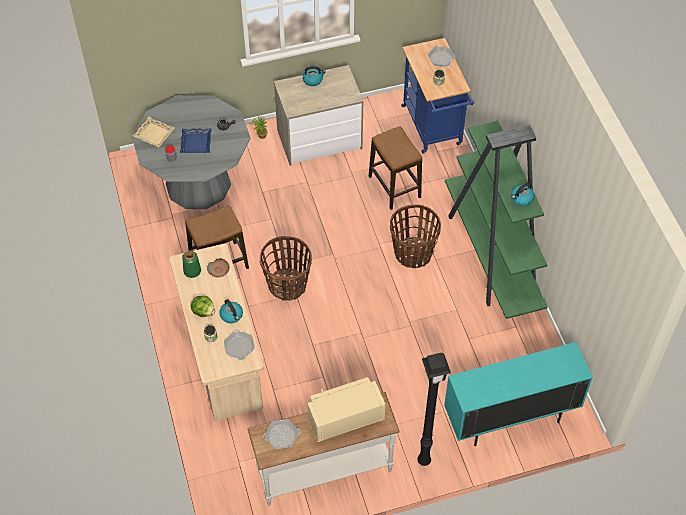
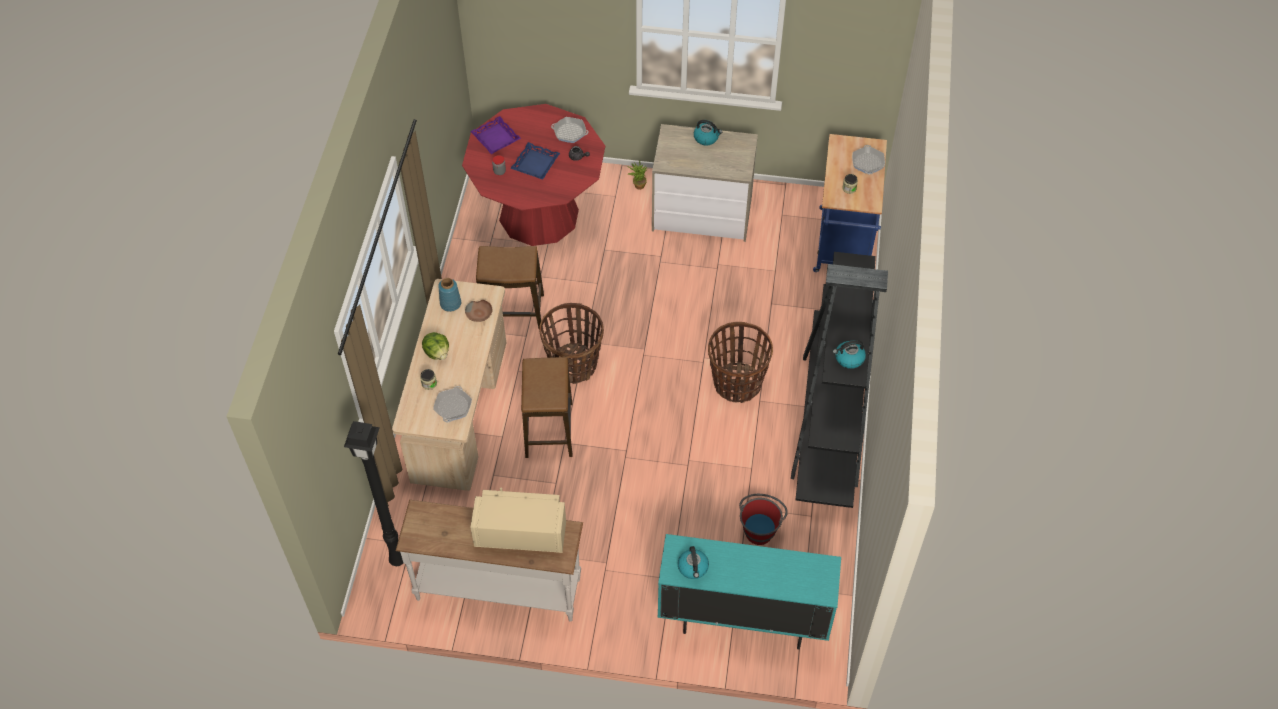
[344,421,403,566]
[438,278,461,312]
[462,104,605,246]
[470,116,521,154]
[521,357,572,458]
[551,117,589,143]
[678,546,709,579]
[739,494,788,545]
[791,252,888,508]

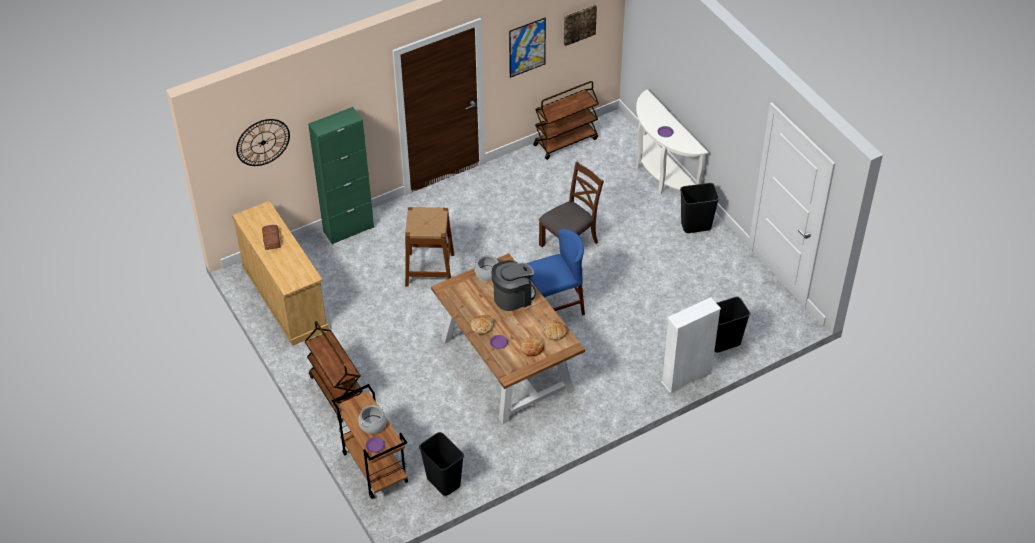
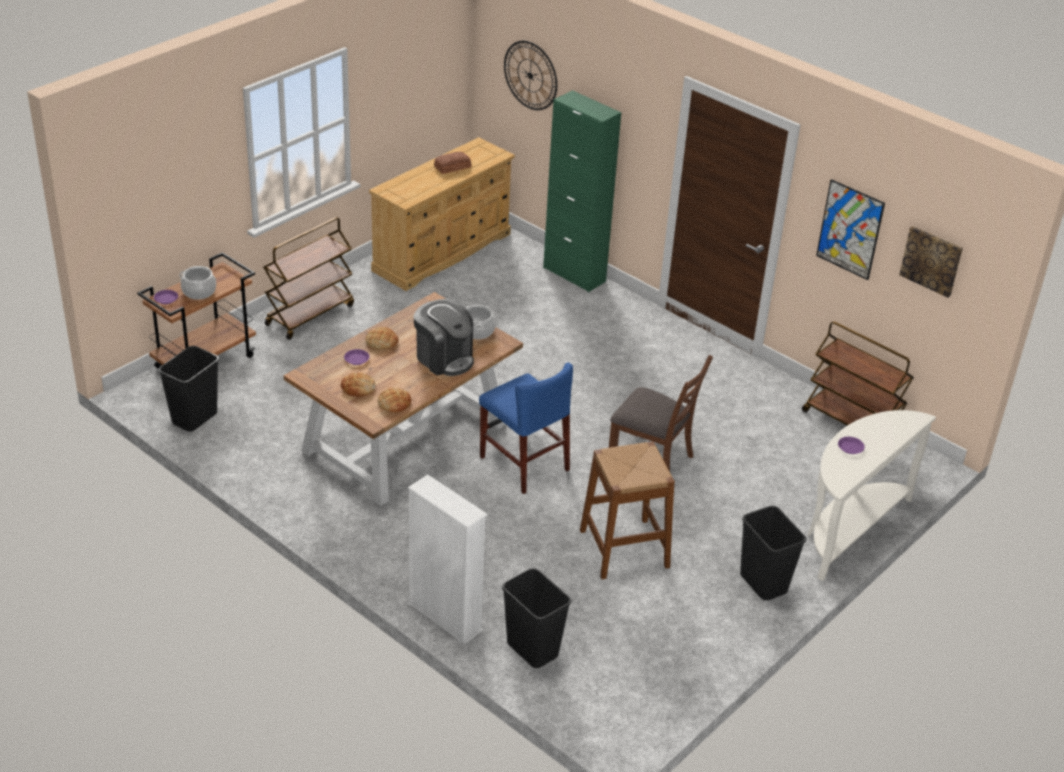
[580,442,675,579]

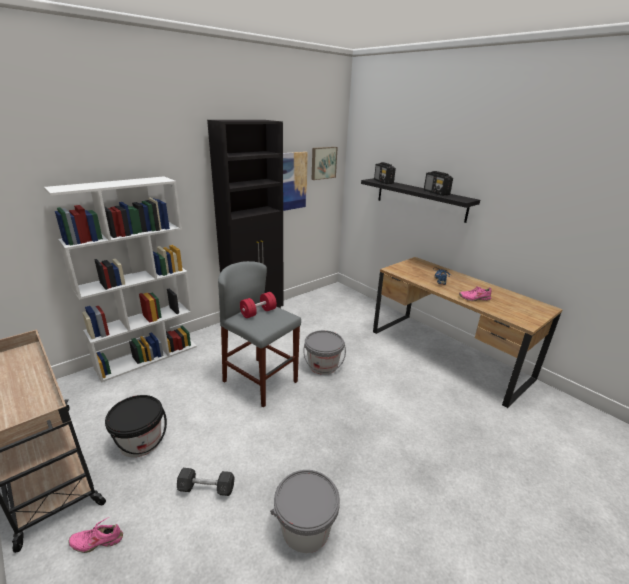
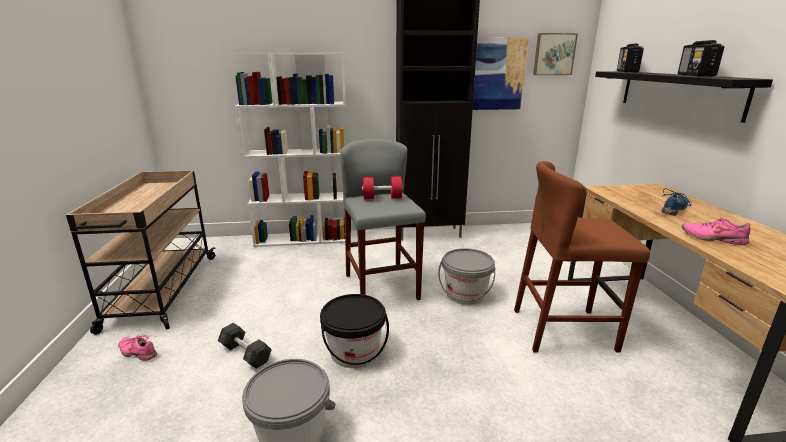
[320,294,389,368]
[514,161,650,353]

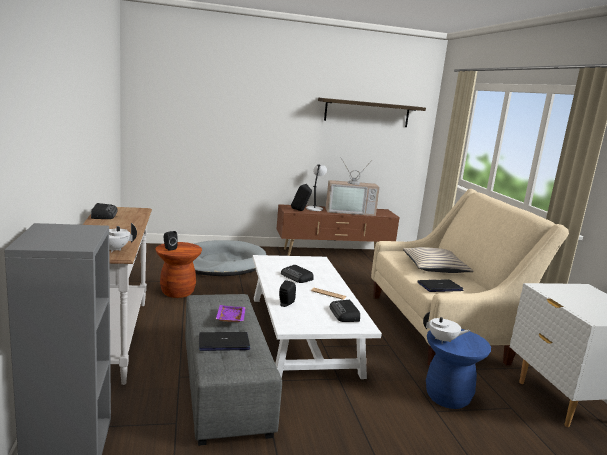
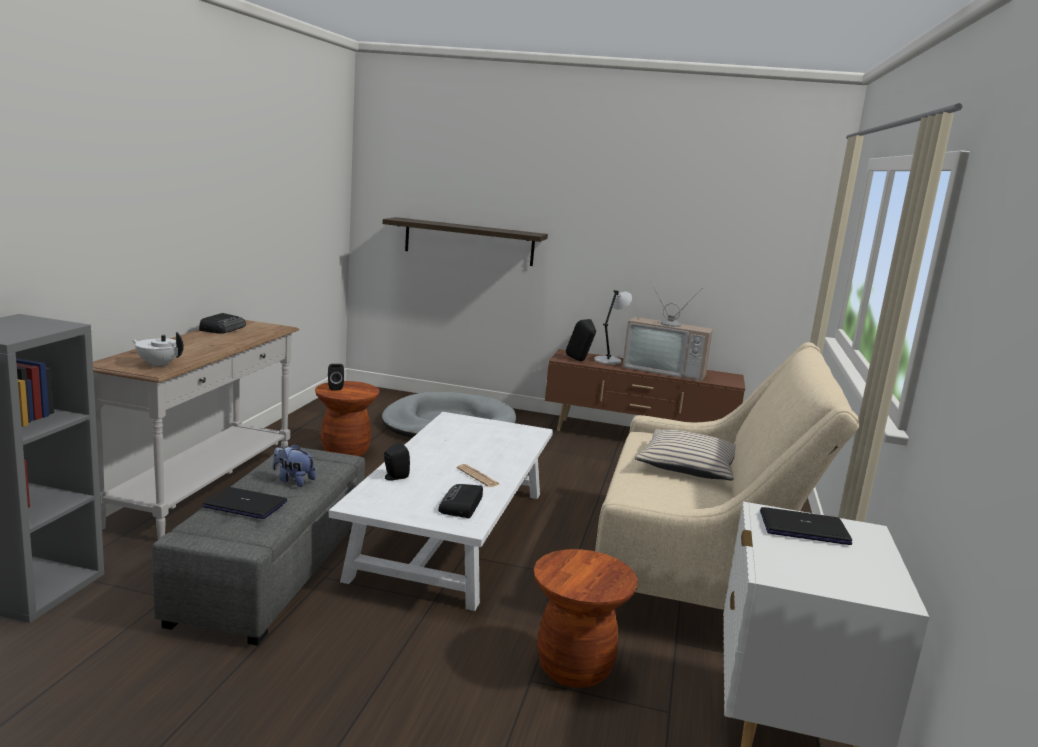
[273,443,316,487]
[383,217,548,266]
[534,549,638,688]
[760,507,852,545]
[281,265,314,283] (first image)
[423,312,471,343] (first image)

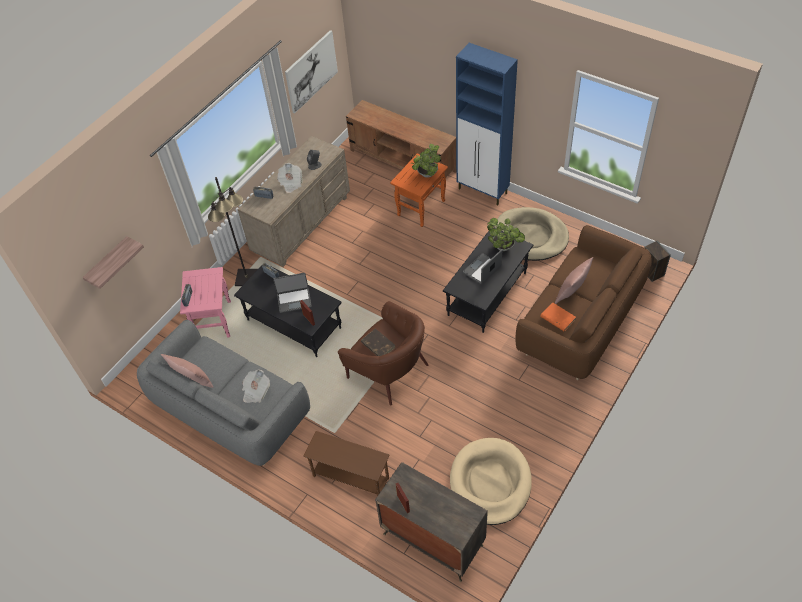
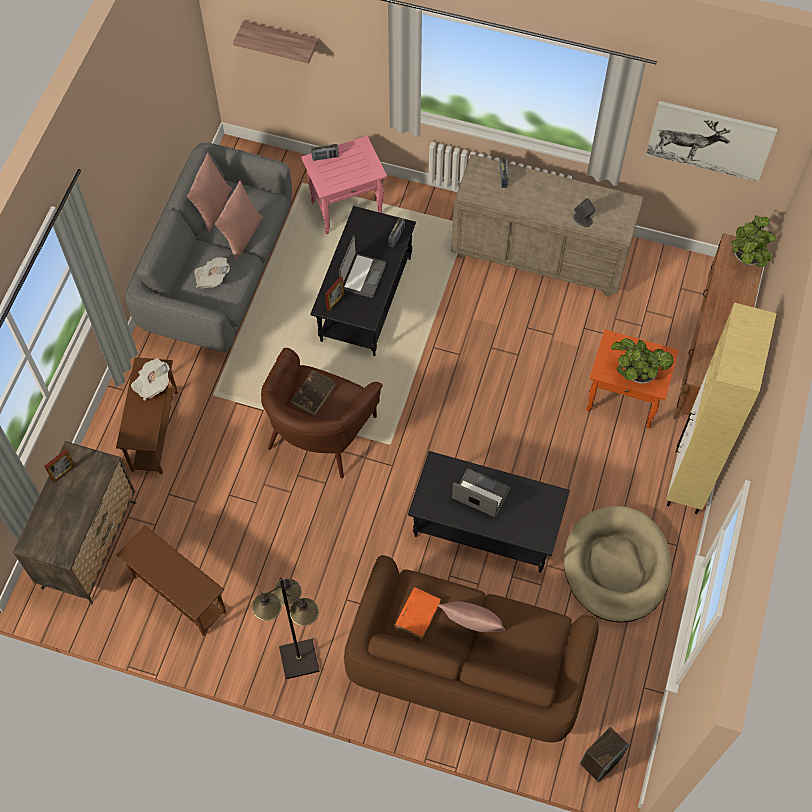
[116,526,226,636]
[131,358,170,401]
[215,181,263,260]
[252,578,320,679]
[339,235,387,298]
[666,303,777,514]
[732,215,776,267]

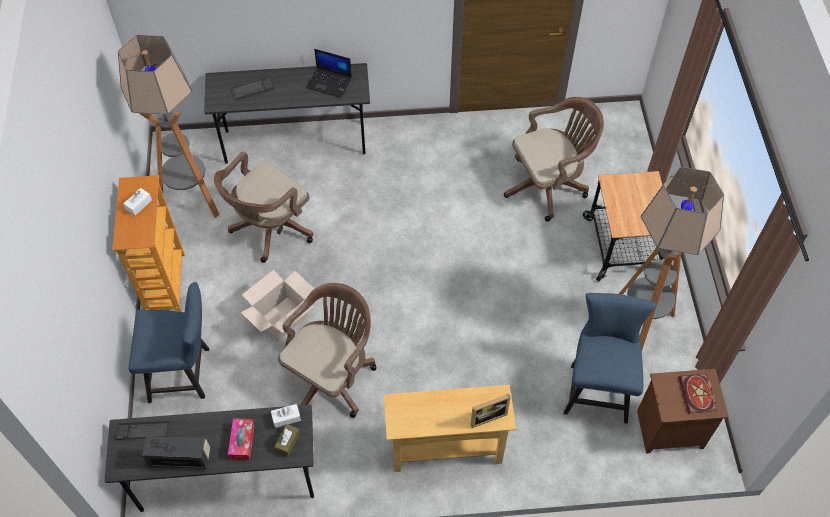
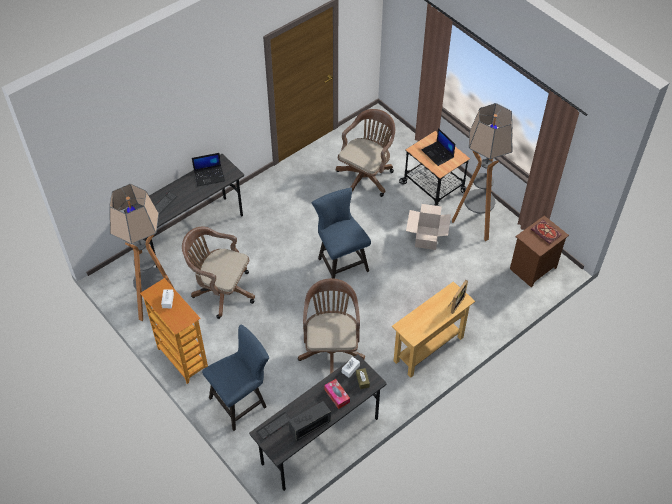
[182,226,255,319]
[312,188,371,278]
[406,204,451,250]
[422,128,455,166]

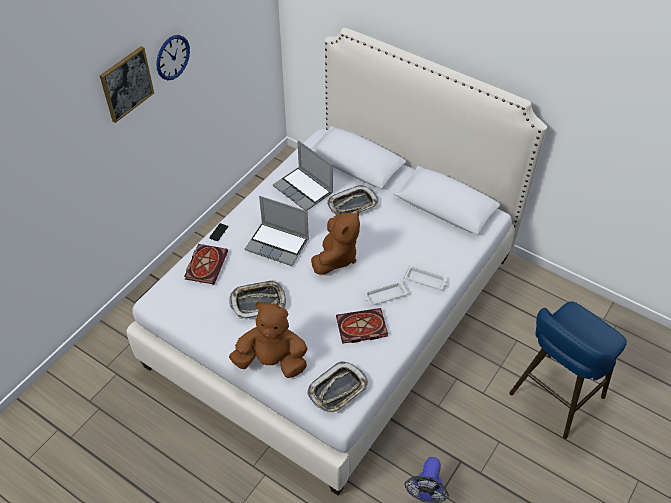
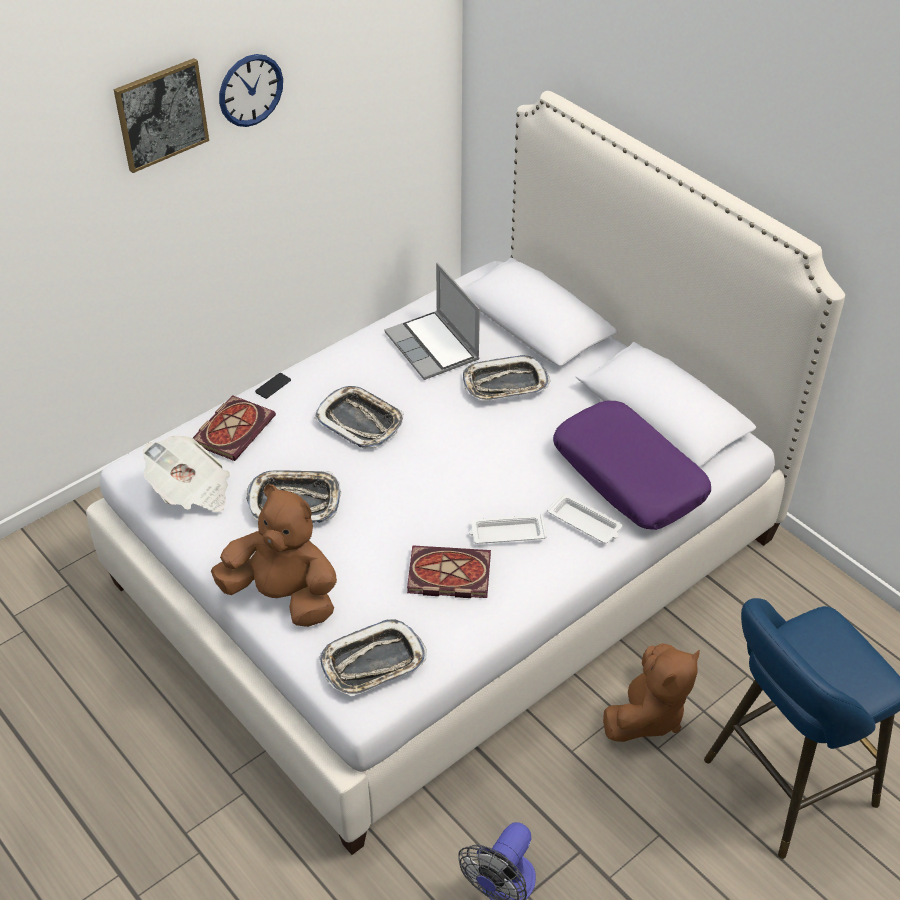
[143,436,230,512]
[314,386,404,449]
[553,401,711,530]
[603,643,700,742]

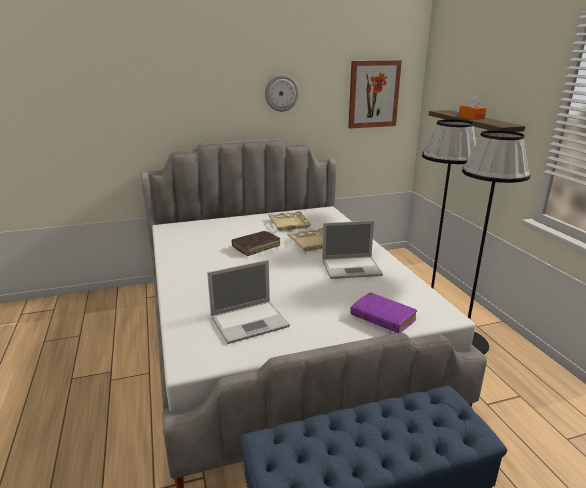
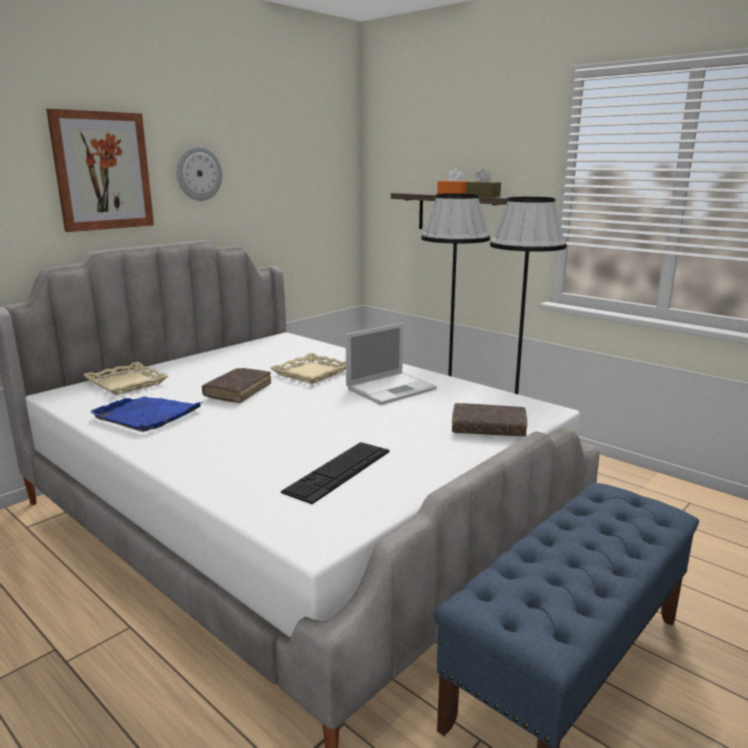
[46,109,154,232]
[83,362,168,395]
[91,396,203,432]
[281,442,389,504]
[452,403,527,437]
[466,168,501,197]

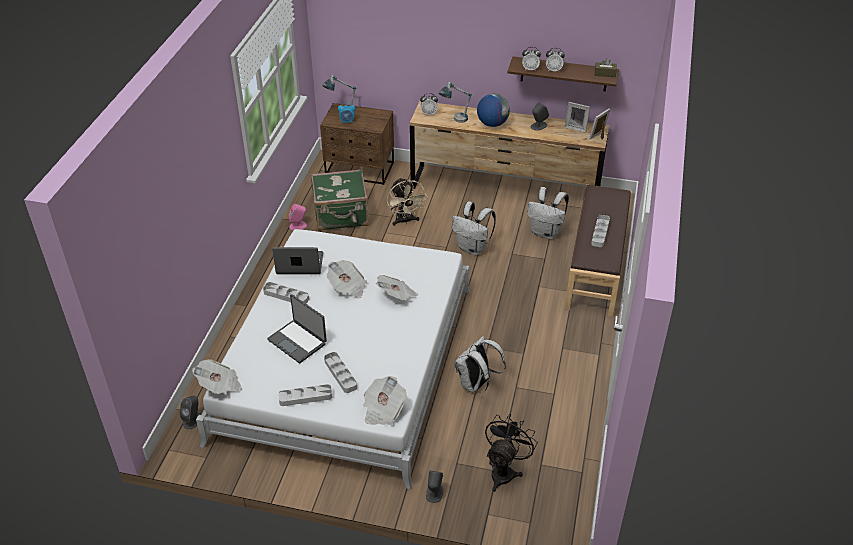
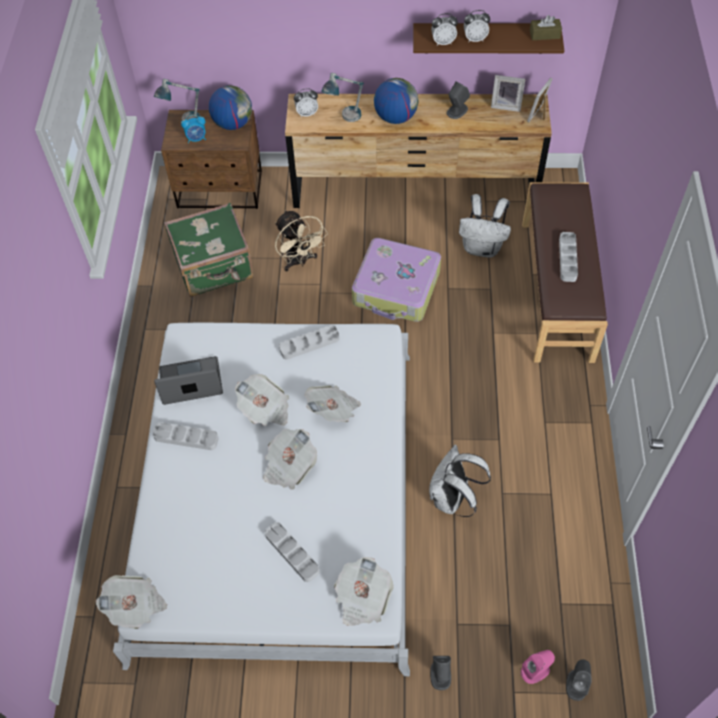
[209,85,252,130]
[263,429,317,490]
[279,325,339,360]
[352,238,441,322]
[521,650,555,684]
[566,659,592,701]
[267,294,327,363] (first image)
[485,414,538,492] (first image)

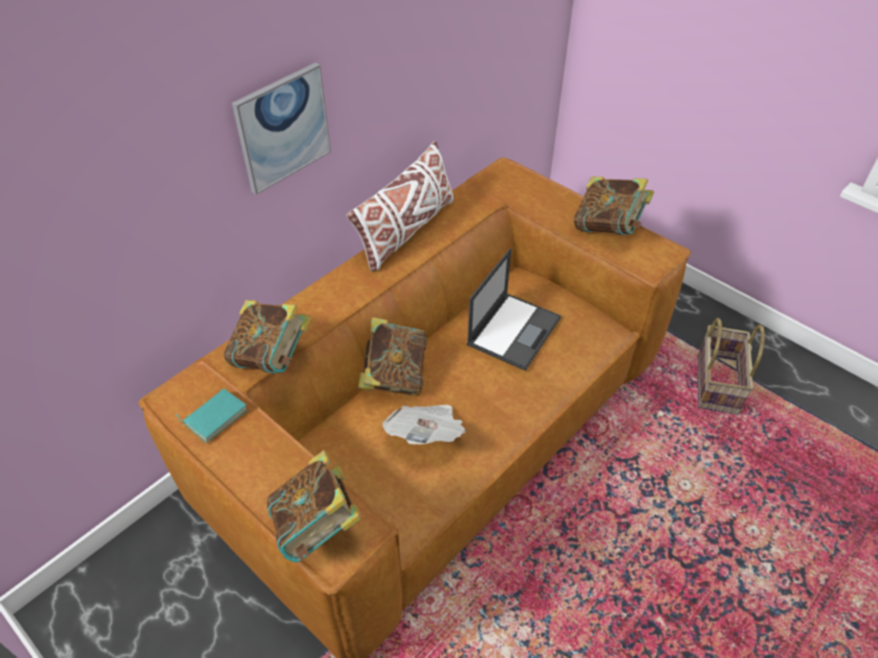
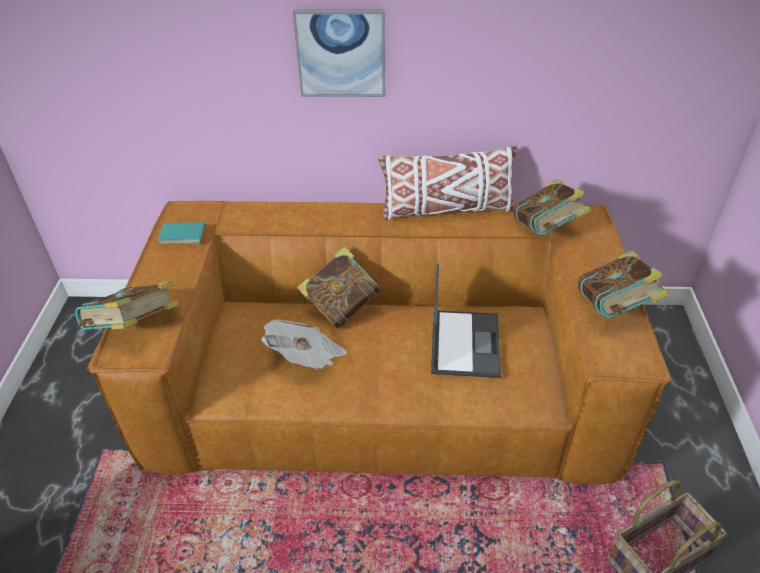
[431,264,501,378]
[513,179,591,235]

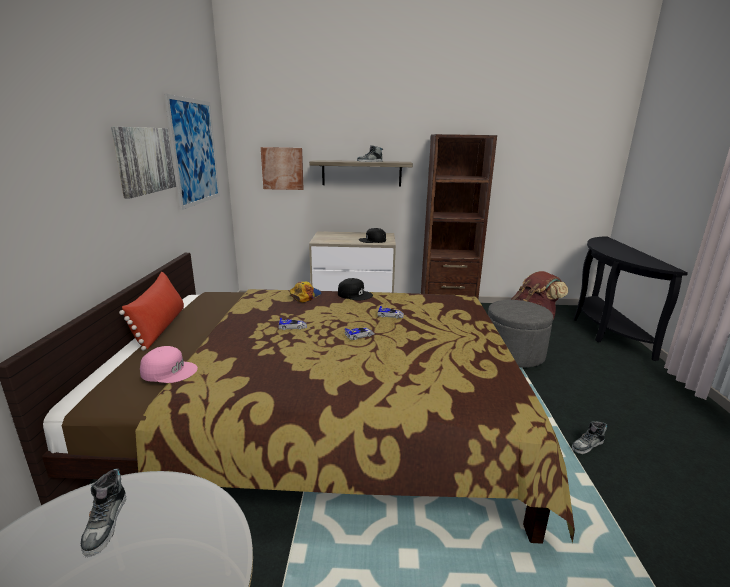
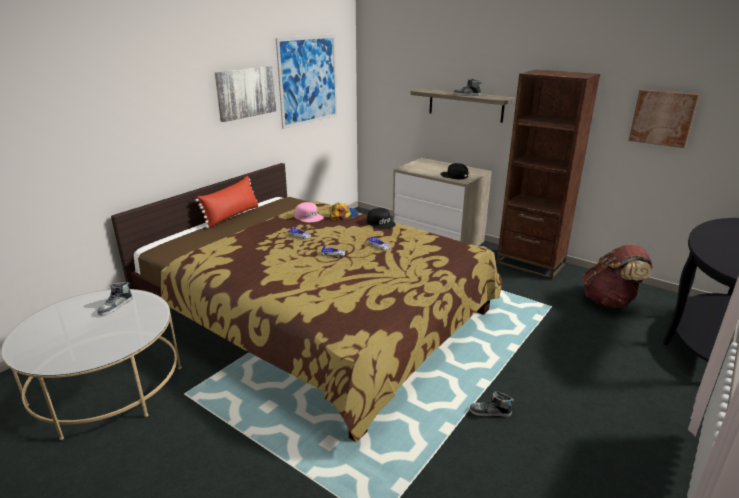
[294,202,324,223]
[629,89,699,148]
[488,300,553,368] (first image)

